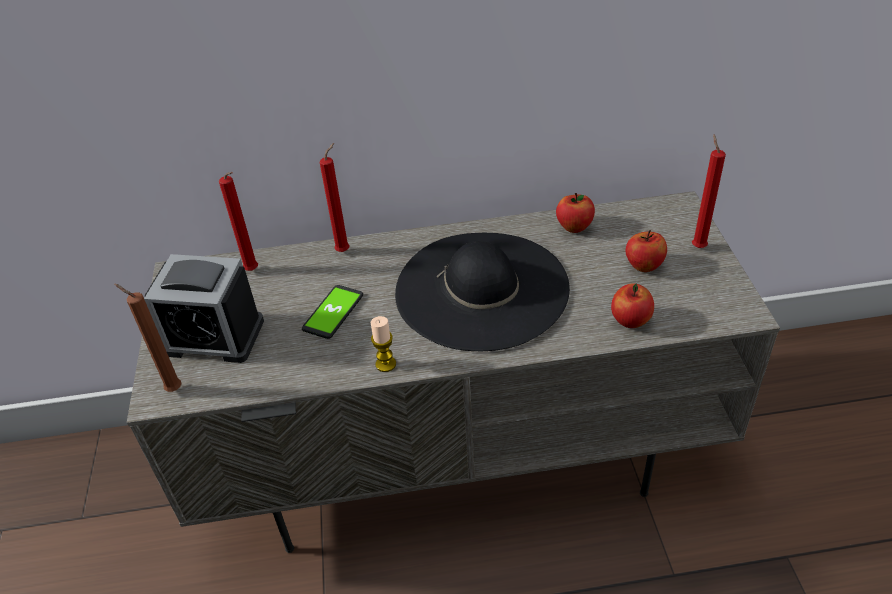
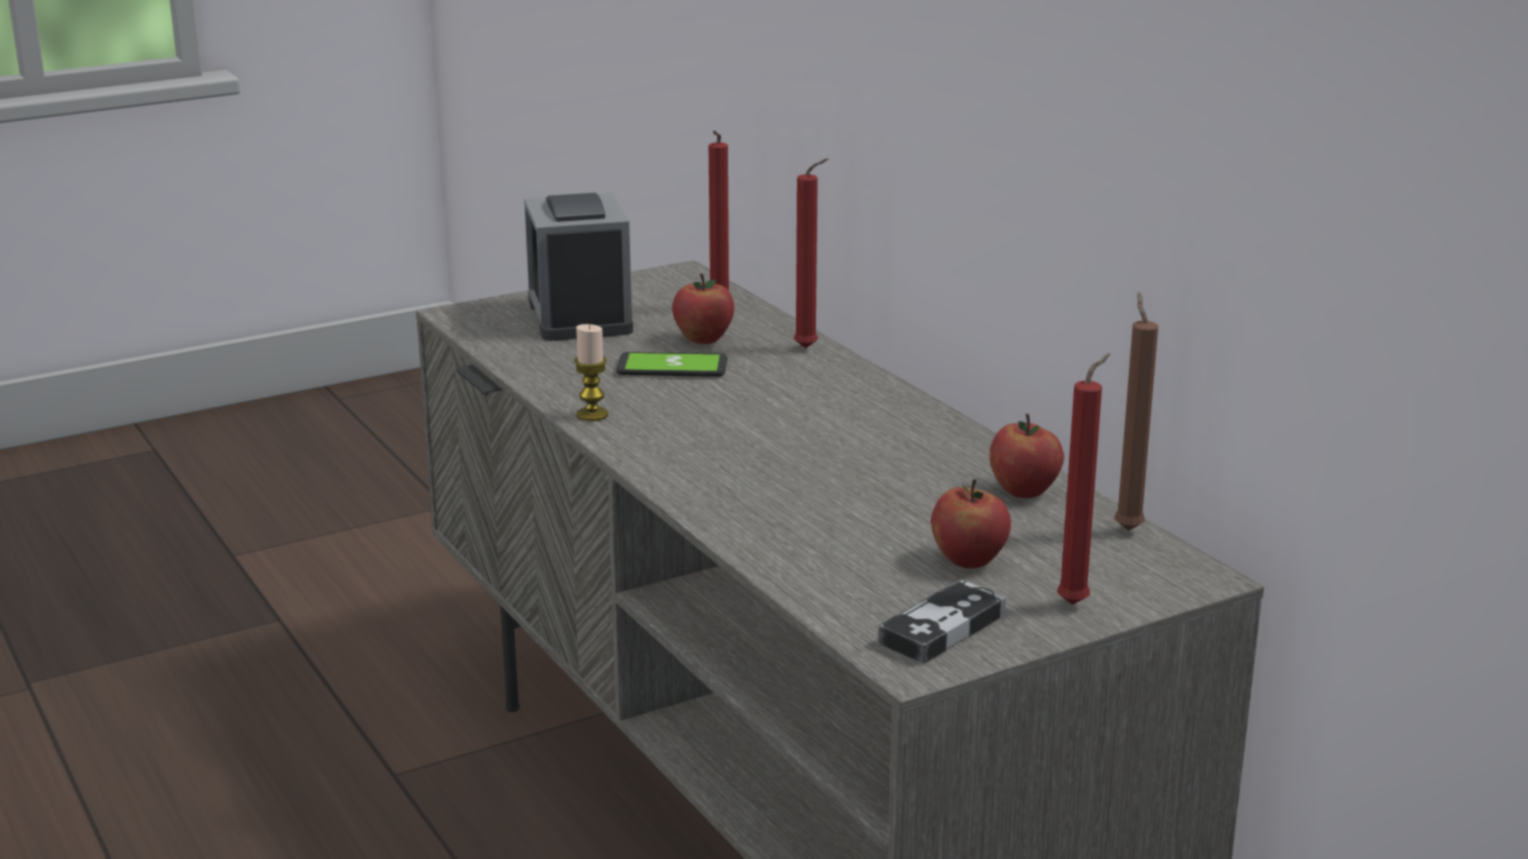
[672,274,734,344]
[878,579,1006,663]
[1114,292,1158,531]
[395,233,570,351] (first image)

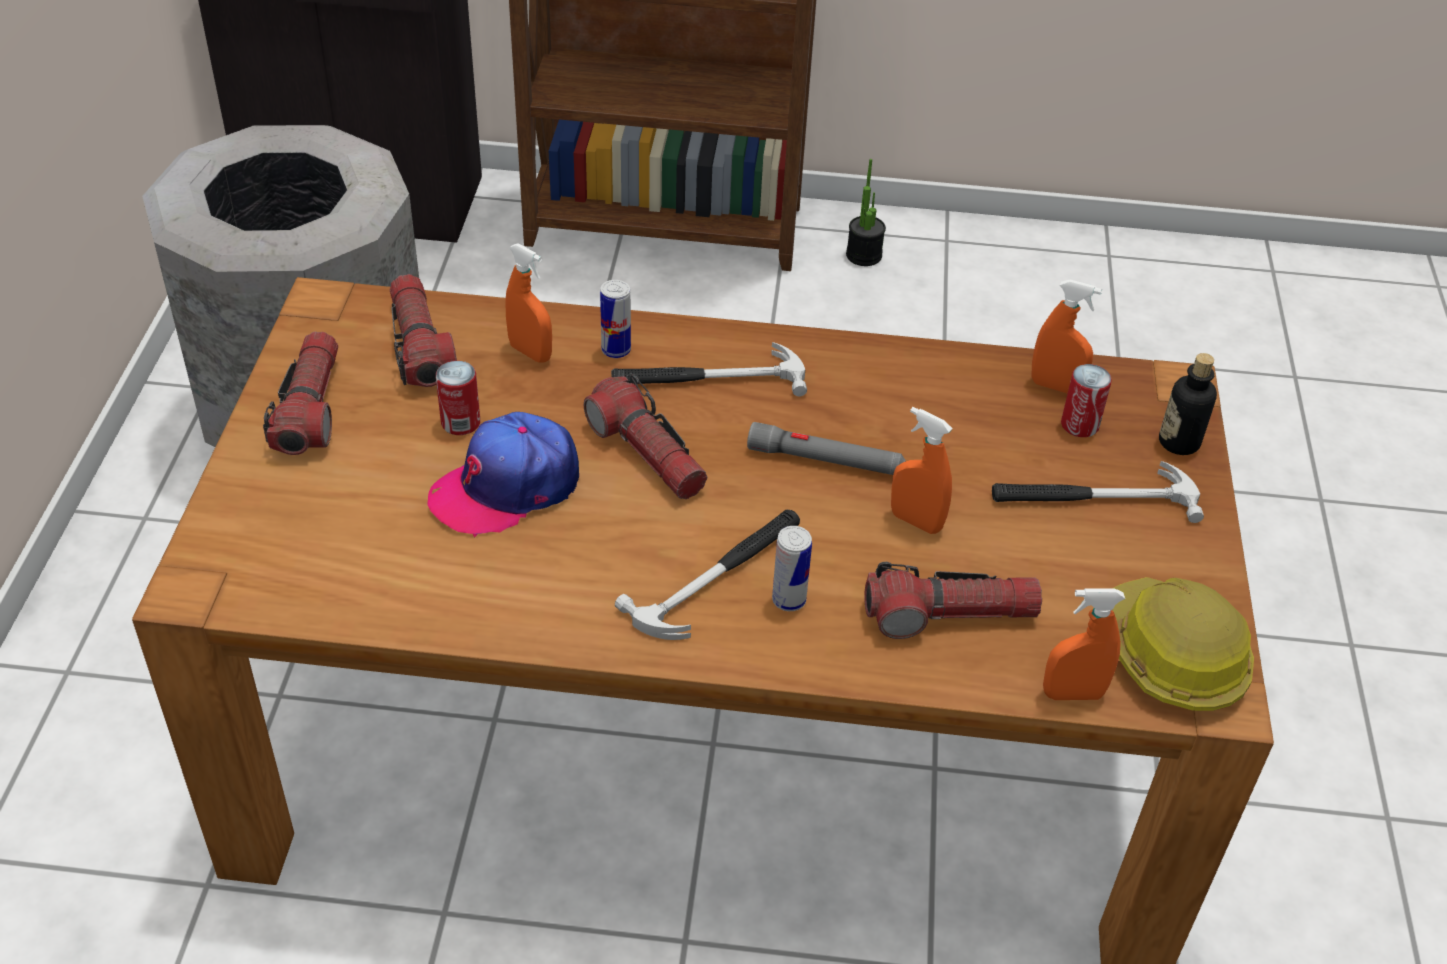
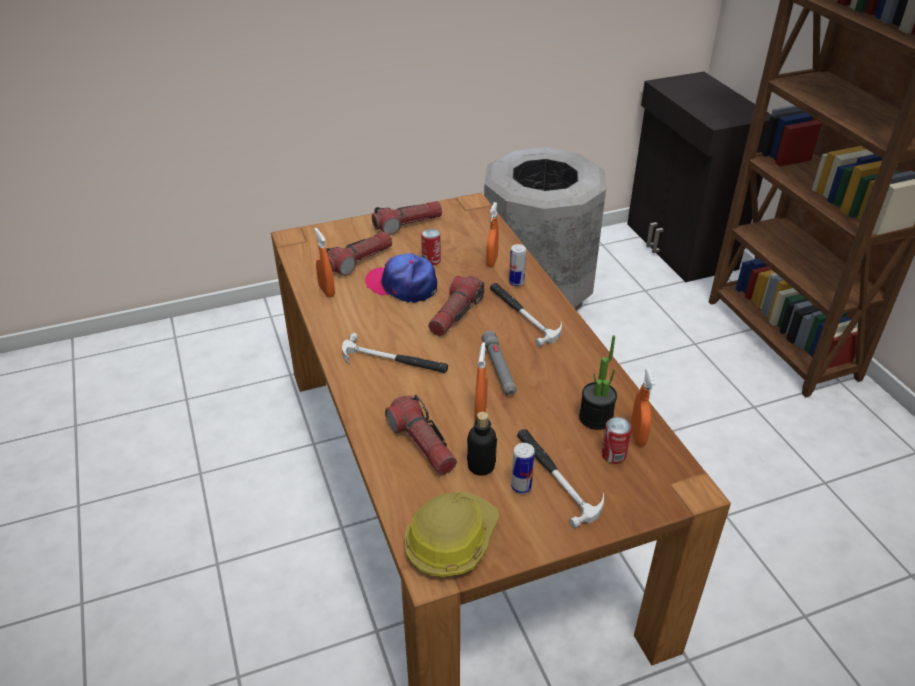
[314,228,335,298]
[326,231,392,276]
[467,412,497,476]
[511,443,535,494]
[579,335,617,430]

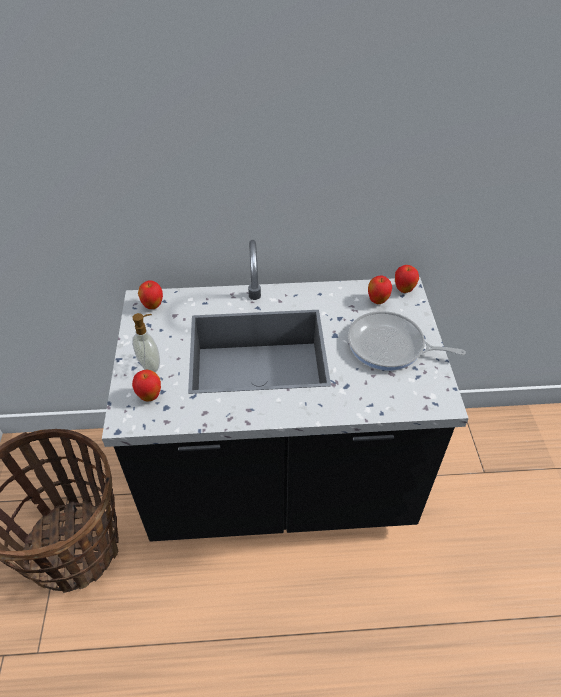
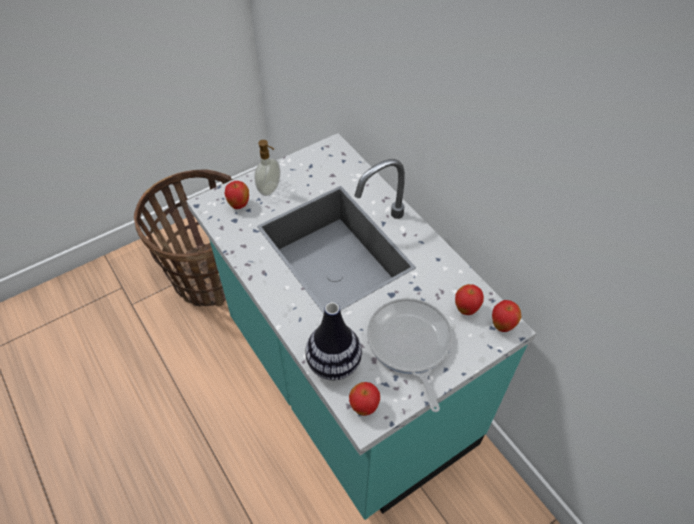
[186,133,536,520]
[305,302,362,380]
[349,382,380,416]

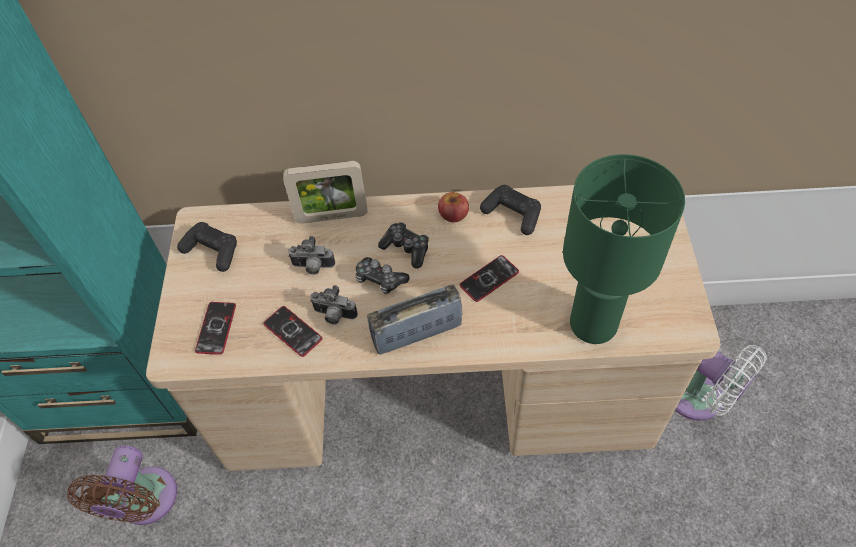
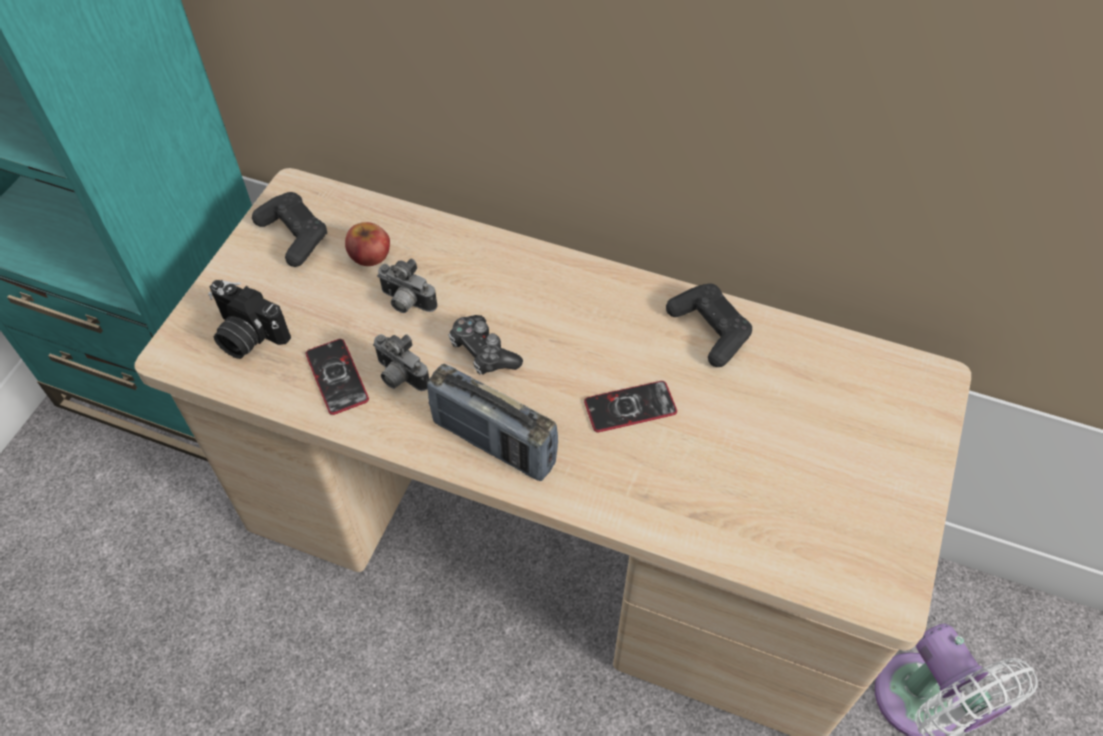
[208,280,291,359]
[345,222,390,266]
[427,363,558,481]
[67,445,177,525] (first image)
[283,161,367,224] (first image)
[378,222,429,269] (first image)
[563,154,685,344] (first image)

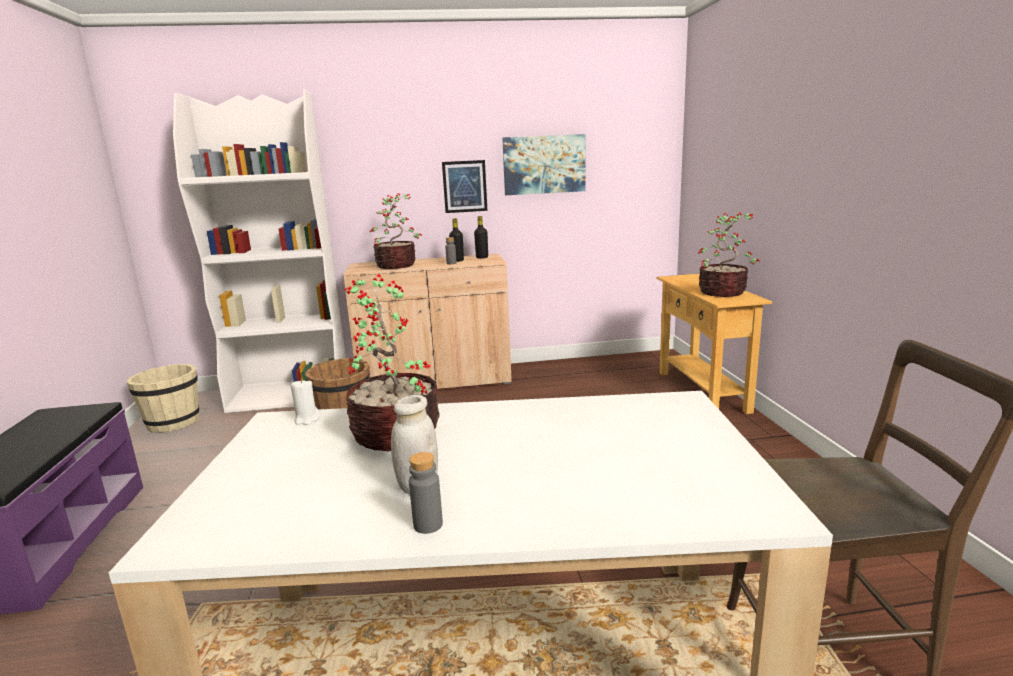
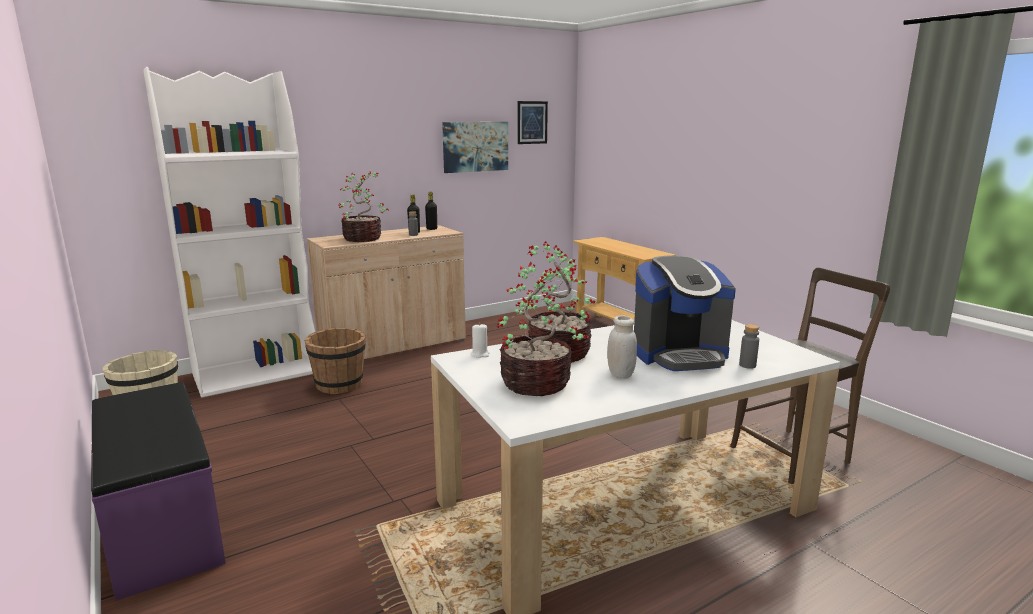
[497,262,589,396]
[518,101,548,144]
[634,256,736,371]
[739,324,759,369]

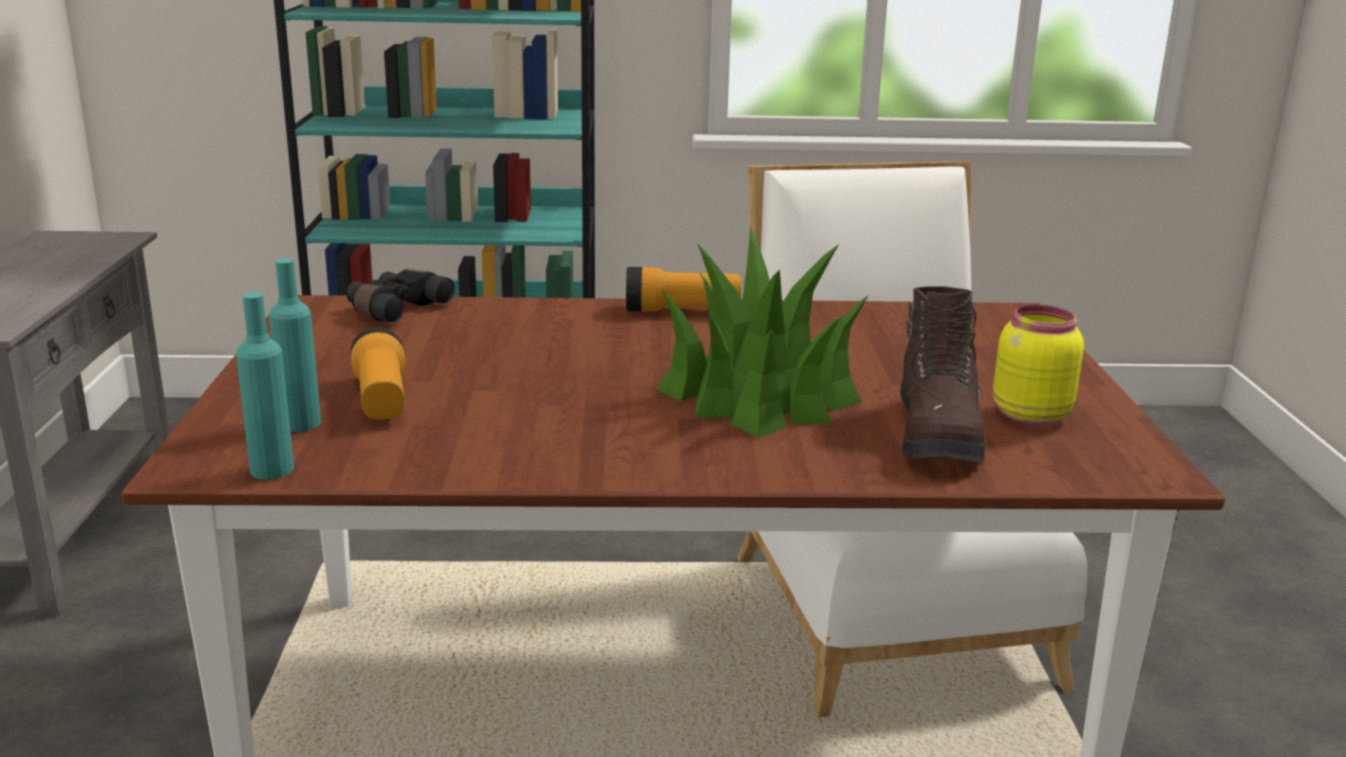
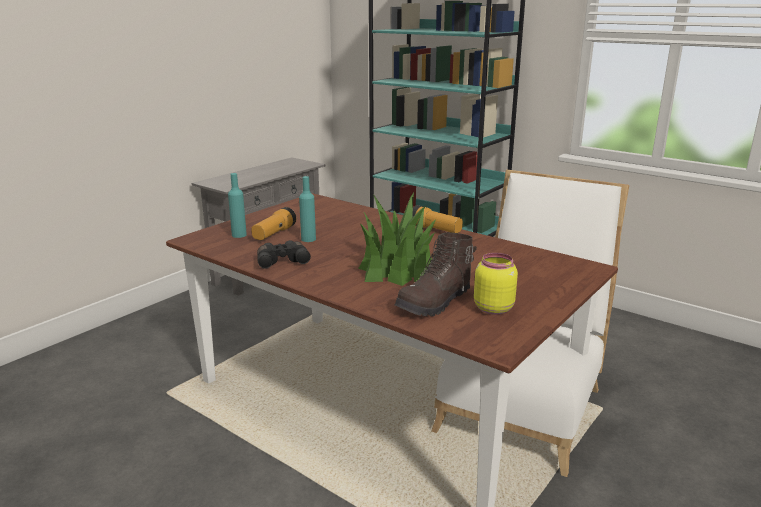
[257,240,311,268]
[299,176,316,242]

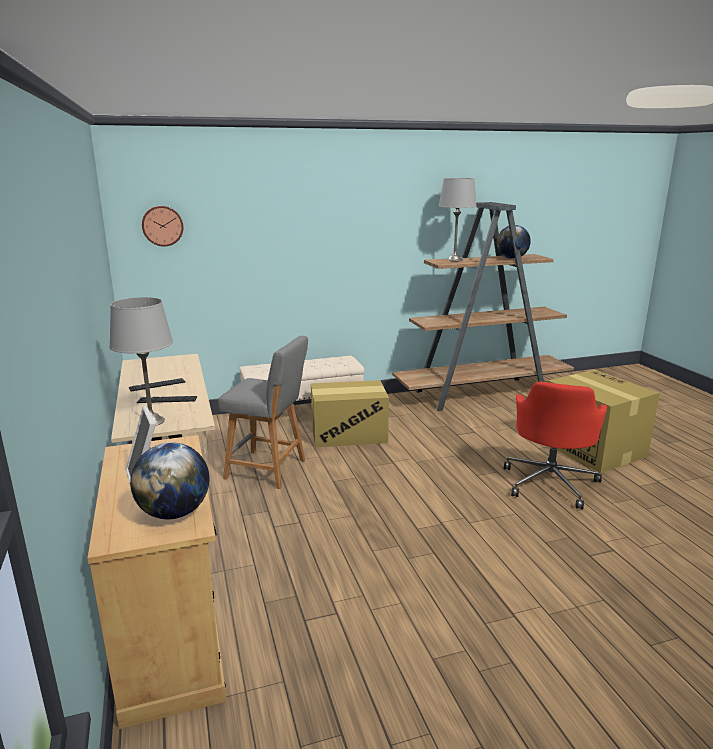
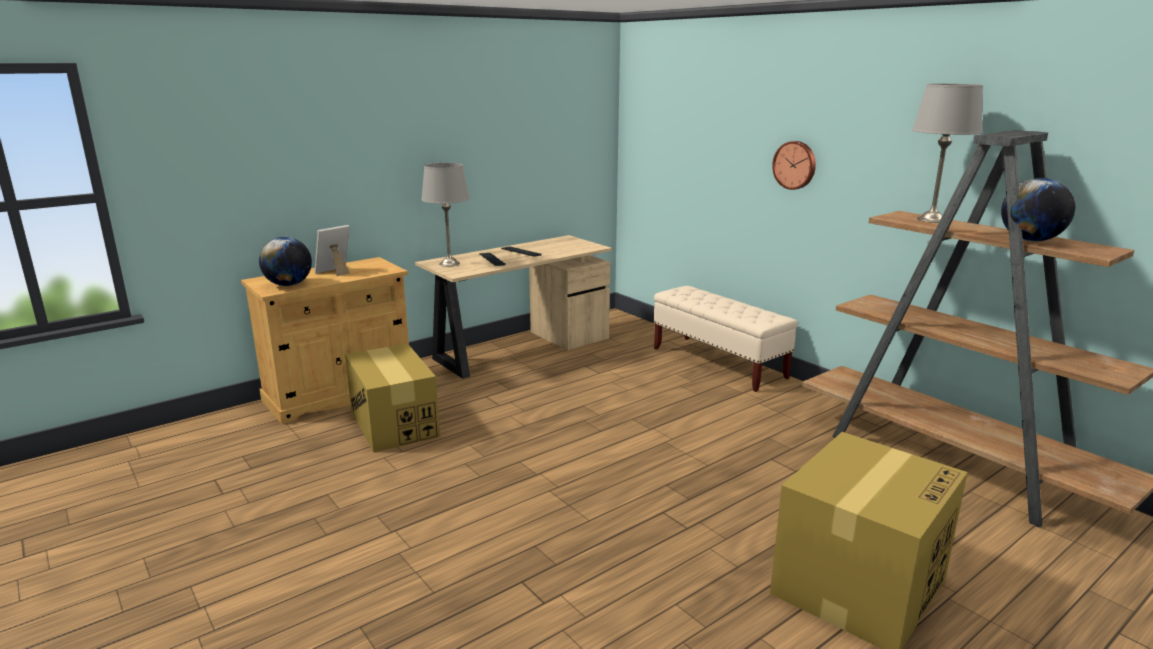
[345,343,440,453]
[772,141,816,190]
[218,336,308,489] (first image)
[504,381,607,509] (first image)

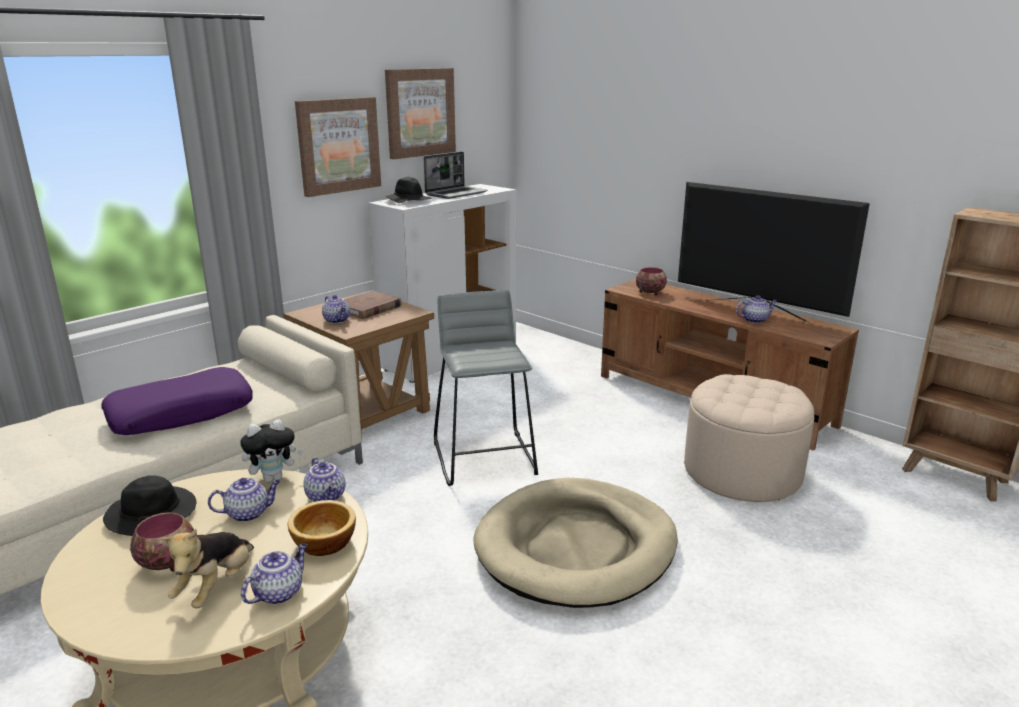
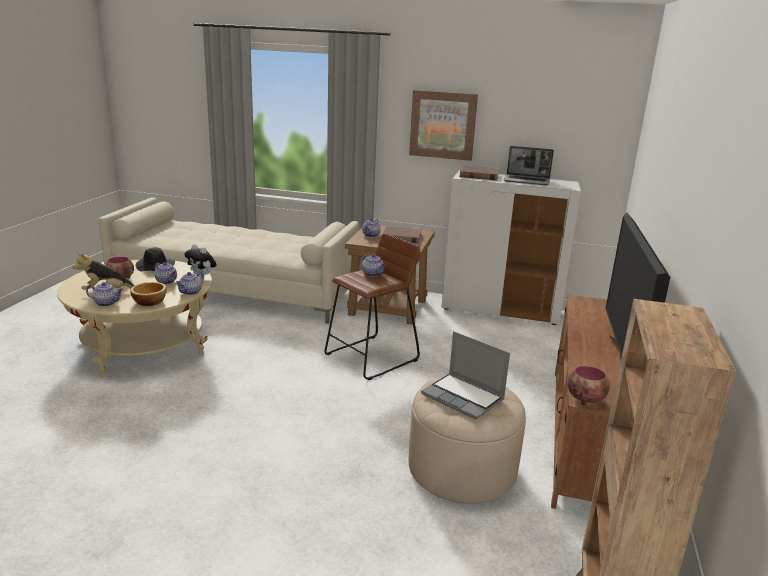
[324,233,420,380]
[361,254,386,276]
[421,331,510,420]
[460,166,499,180]
[567,366,610,405]
[101,367,253,435] (first image)
[385,68,456,159] (first image)
[473,478,678,608] (first image)

